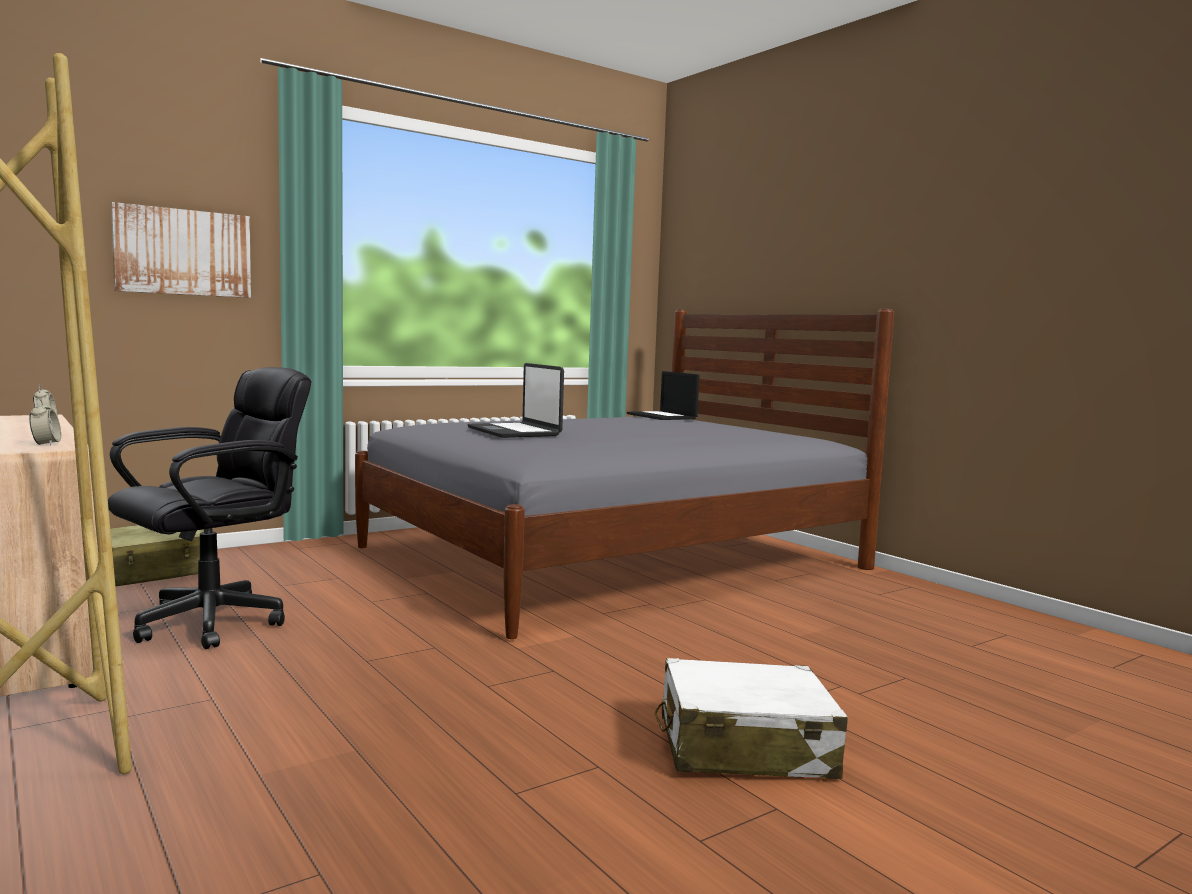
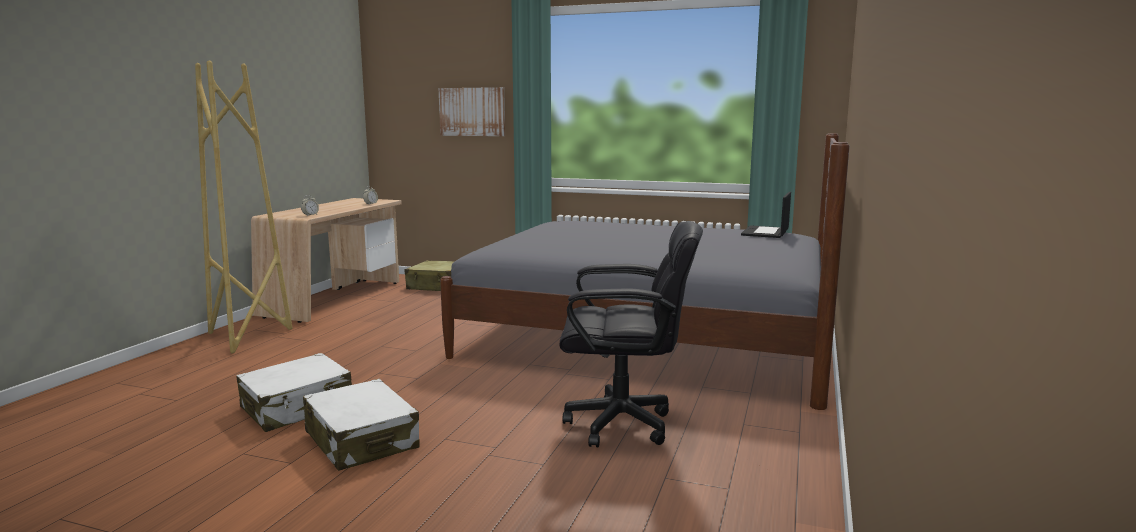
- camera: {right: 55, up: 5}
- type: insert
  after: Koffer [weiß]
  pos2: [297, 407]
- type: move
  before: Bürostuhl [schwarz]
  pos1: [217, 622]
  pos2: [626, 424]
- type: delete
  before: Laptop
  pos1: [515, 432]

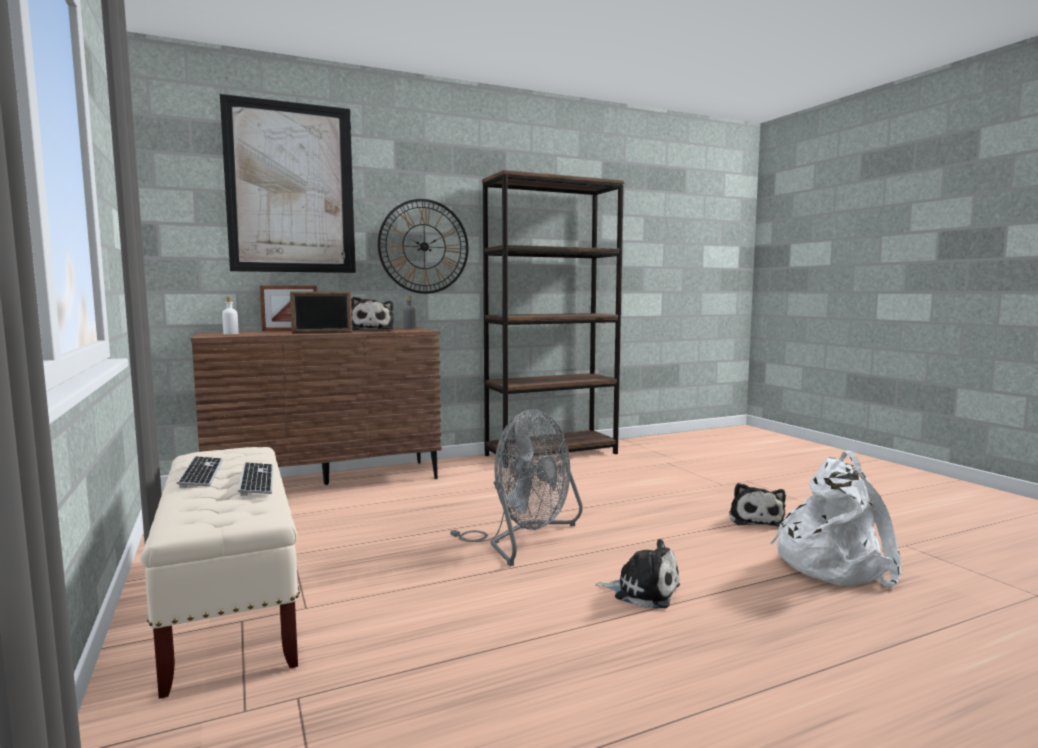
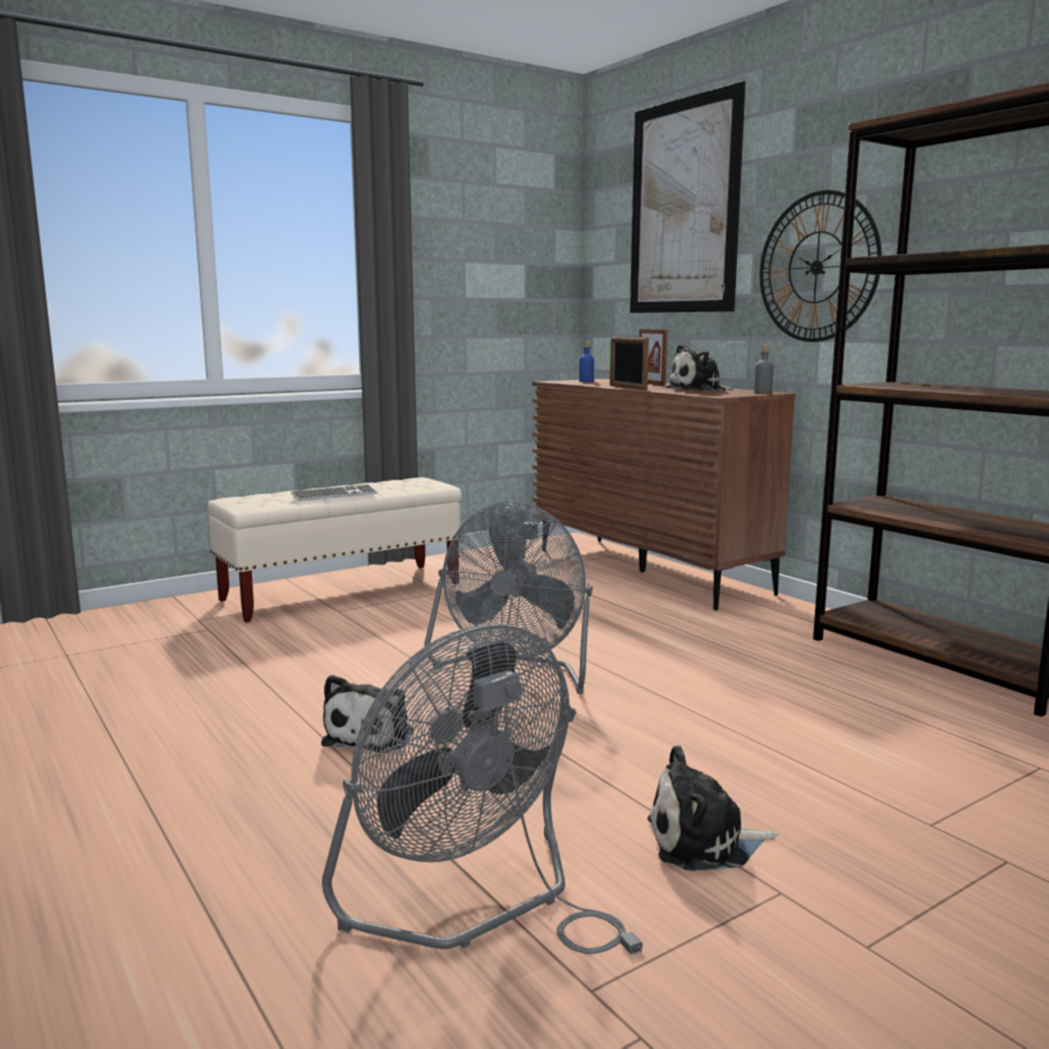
- camera: {right: 80, up: 5}
- type: replace
  before: Rucksack [weiß]
  after: Ventilator [grau]
  pos1: [832, 564]
  pos2: [493, 900]
- type: recolor
  before: Flasche [weiß]
  after: Flasche [blau]
  pos1: [231, 334]
  pos2: [586, 381]
- type: delete
  before: Tastatur
  pos1: [201, 473]

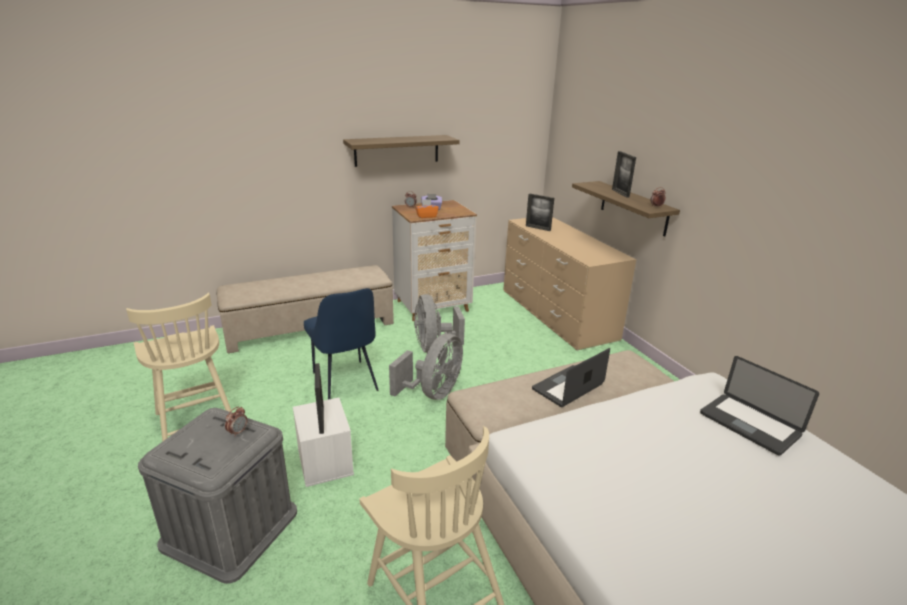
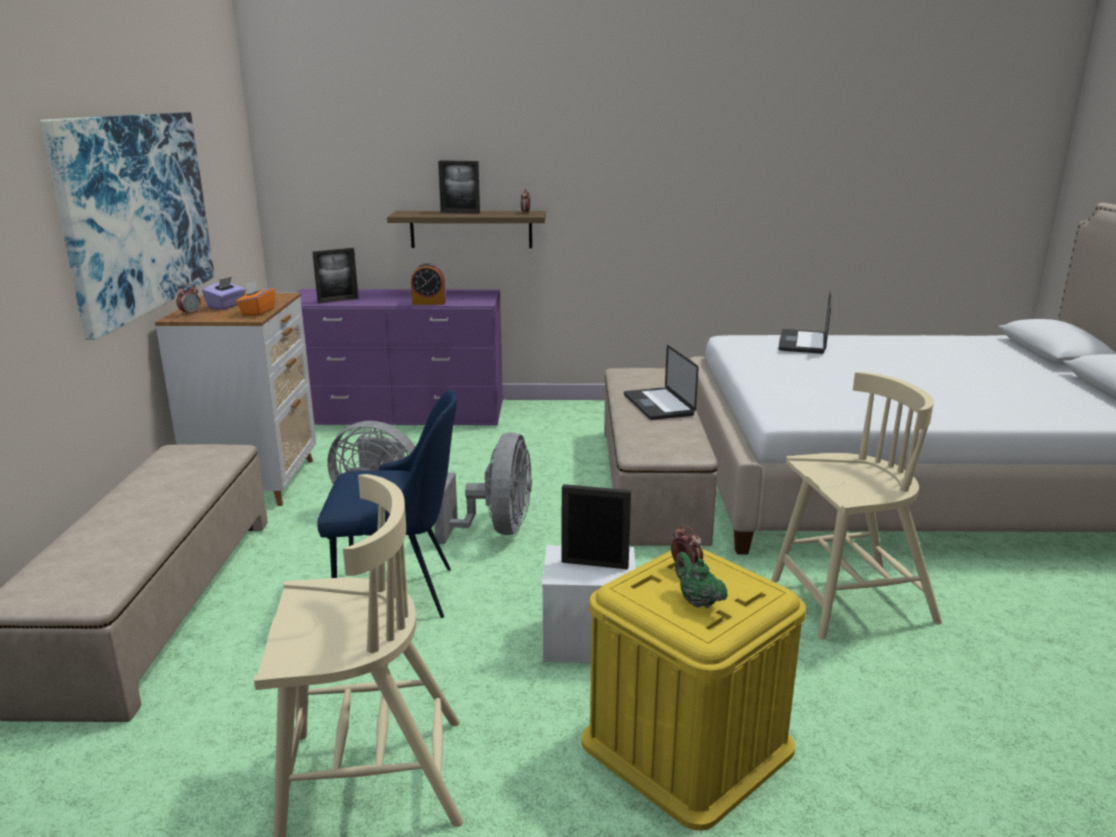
- camera: {right: -65, up: -5}
- type: replace
  before: Wandregal
  after: Bild
  pos1: [397, 150]
  pos2: [138, 213]
- type: recolor
  before: Kommode [beige]
  after: Kommode [lila]
  pos1: [557, 315]
  pos2: [402, 413]
- type: insert
  after: Wecker
  pos2: [429, 303]
- type: rotate
  before: Ventilator [grau]
  pos1: [433, 393]
  pos2: [496, 529]
  turn: 45
- type: recolor
  before: Aufbewahrungsbox [grau]
  after: Aufbewahrungsbox [gelb]
  pos1: [230, 527]
  pos2: [687, 745]
- type: insert
  after: Teekanne [grün]
  pos2: [697, 601]
- type: rotate
  before: Laptop
  pos1: [749, 424]
  pos2: [802, 343]
  turn: 120

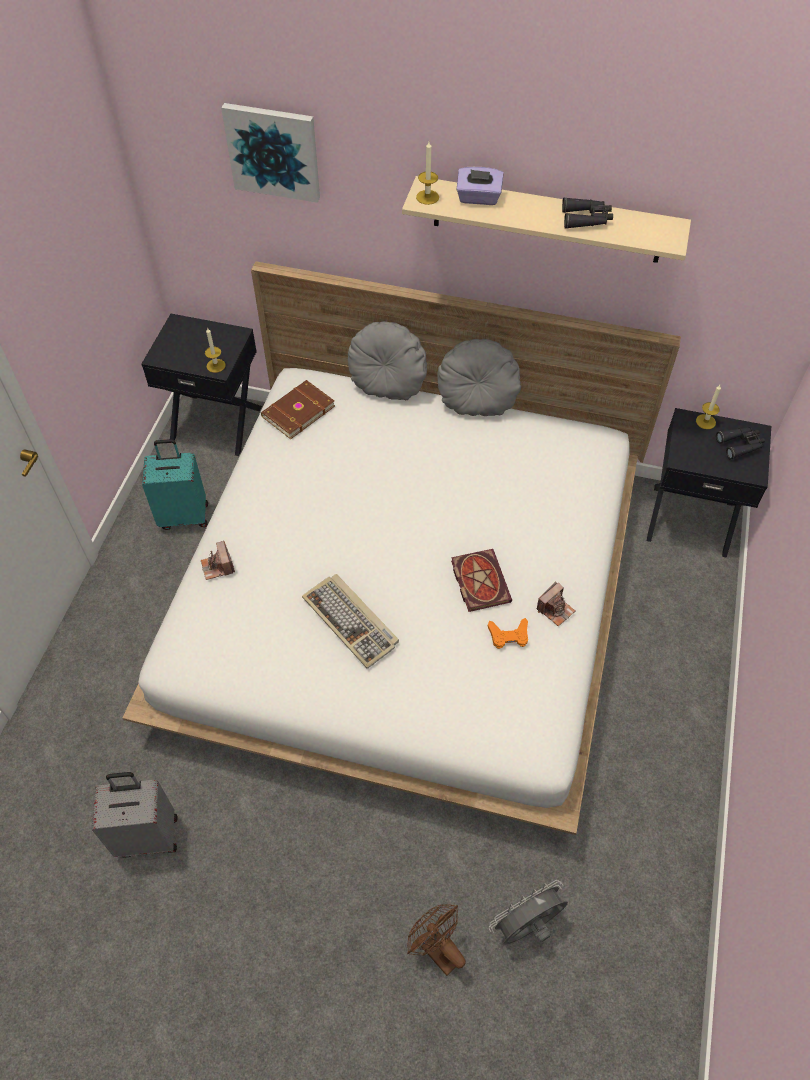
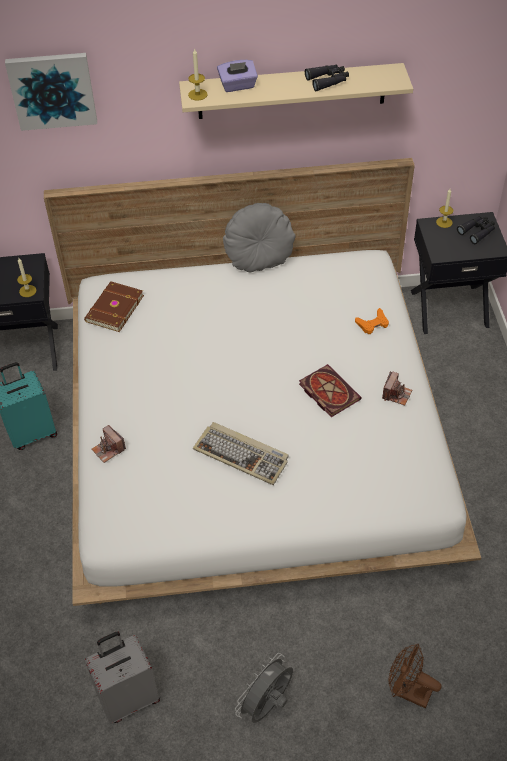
- camera: {right: -20, up: -5}
- type: move
  before: Ventilator [grau]
  pos1: [526, 926]
  pos2: [267, 705]
- type: move
  before: Gamepad [orange]
  pos1: [509, 636]
  pos2: [372, 324]
- type: delete
  before: Kissen [grau]
  pos1: [388, 387]

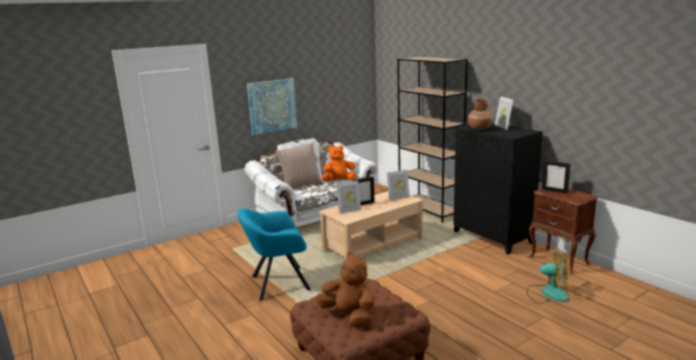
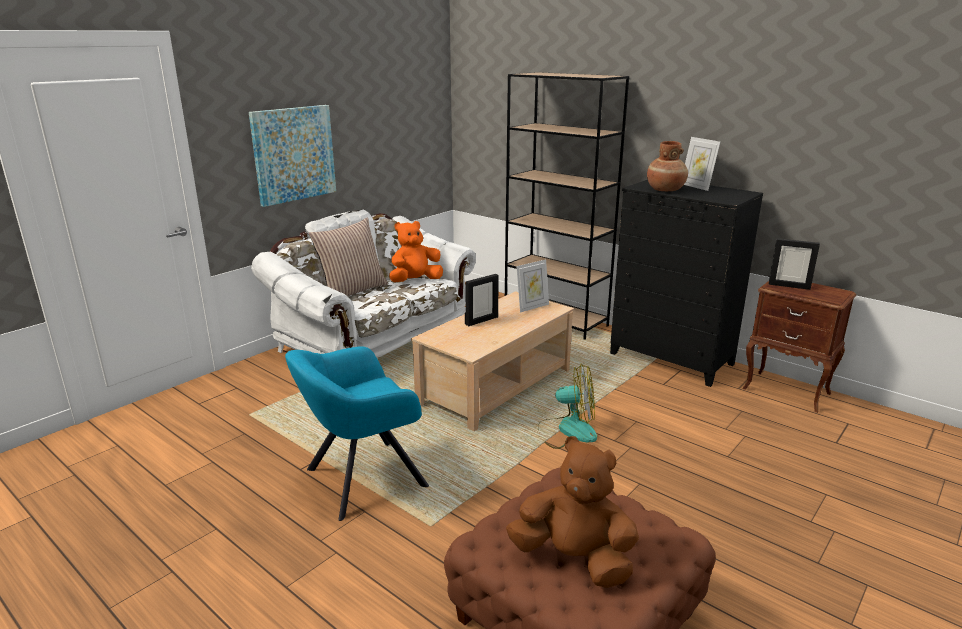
- camera: {right: -15, up: 5}
- type: move
  before: Ventilator
  pos1: [547, 293]
  pos2: [567, 430]
- type: delete
  before: Bilderrahmen
  pos1: [349, 210]

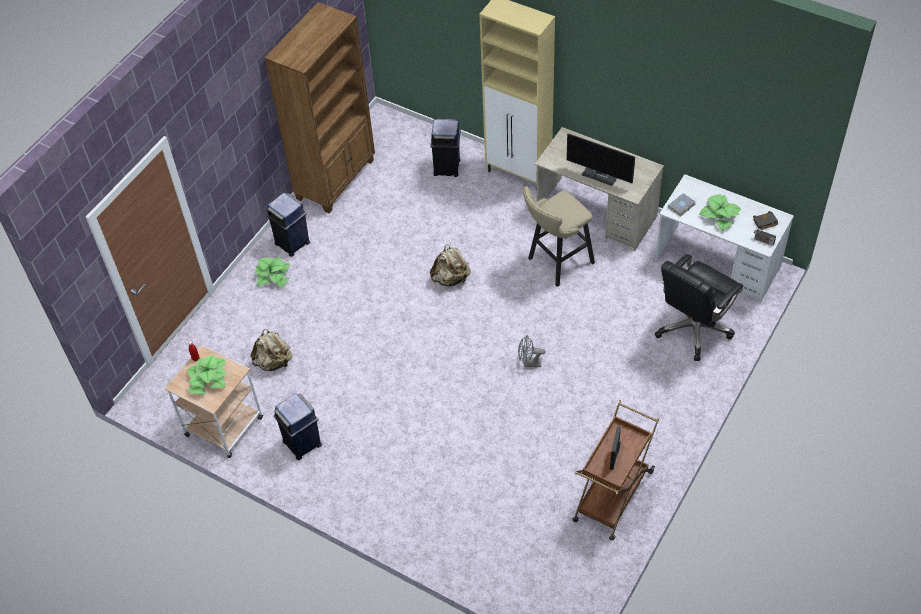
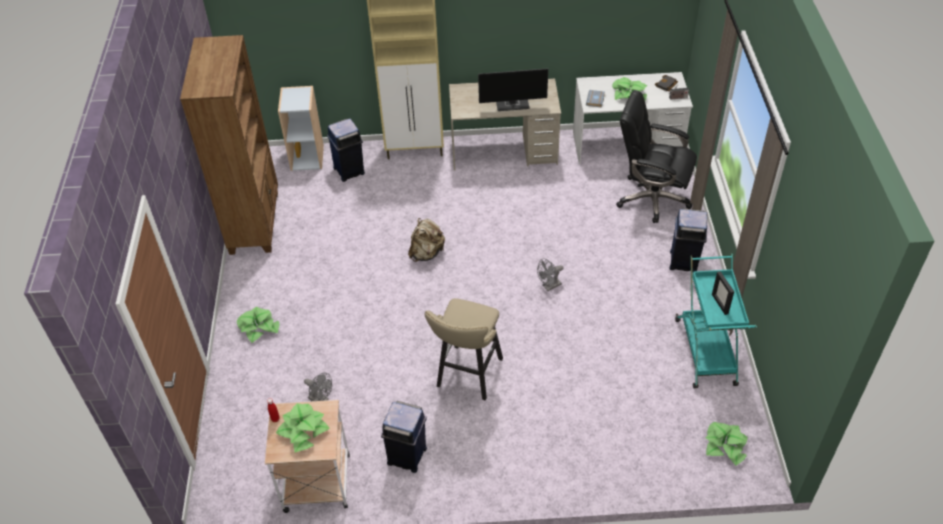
- camera: {right: -35, up: -5}
- type: insert
  after: Bücherregal
  pos2: [307, 157]
- type: replace
  before: Rucksack [beige]
  after: Ventilator [grau]
  pos1: [274, 362]
  pos2: [321, 400]
- type: move
  before: Hocker [beige]
  pos1: [555, 264]
  pos2: [467, 378]
- type: rotate
  before: Bürostuhl [schwarz]
  pos1: [694, 328]
  pos2: [651, 198]
  turn: 105
- type: move
  before: Mülleimer [blau]
  pos1: [293, 243]
  pos2: [684, 261]
- type: recolor
  before: Rollwagen [braun]
  after: Rollwagen [türkis]
  pos1: [612, 497]
  pos2: [705, 353]
- type: insert
  after: Topfpflanze
  pos2: [725, 445]

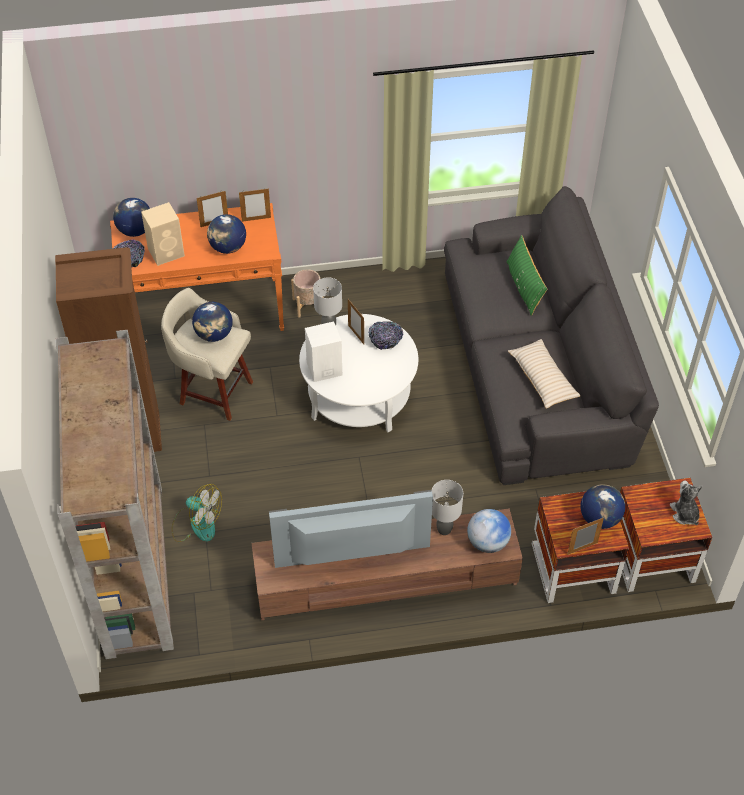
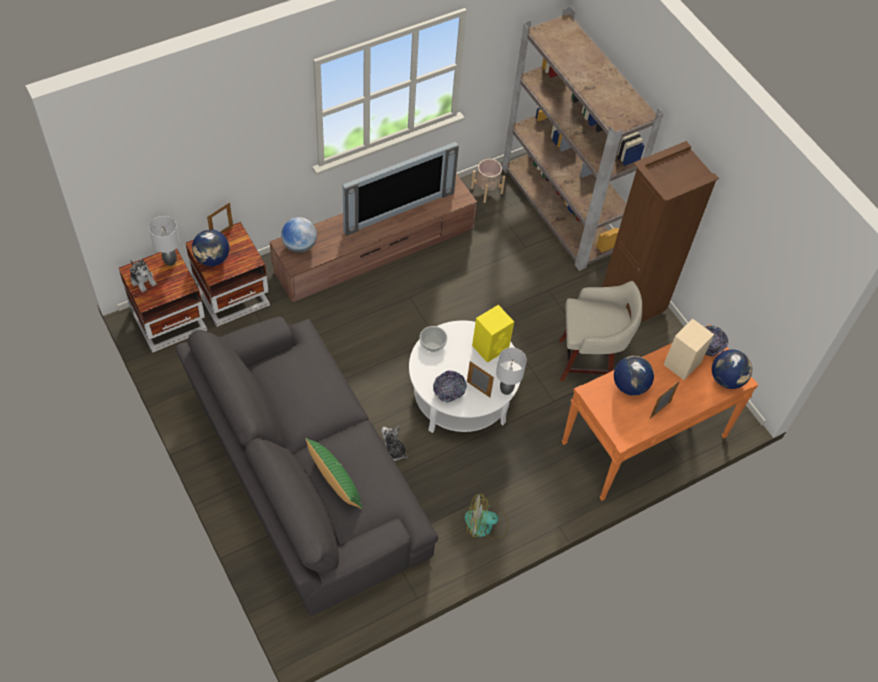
- camera: {right: 155, up: 5}
- type: move
  before: Tischlampe [grau]
  pos1: [444, 530]
  pos2: [170, 261]
- type: insert
  after: Plüschtier
  pos2: [393, 451]
- type: insert
  after: Schüssel
  pos2: [433, 342]
- type: move
  before: Ventilator
  pos1: [196, 524]
  pos2: [485, 524]
- type: move
  before: Pflanzkübel [beige]
  pos1: [308, 305]
  pos2: [487, 190]
- type: recolor
  before: Lautsprecher [weiß]
  after: Lautsprecher [gelb]
  pos1: [323, 369]
  pos2: [491, 347]
- type: delete
  before: Globus
  pos1: [214, 335]
- type: delete
  before: Bilderrahmen
  pos1: [256, 219]
- type: delete
  before: Kissen [beige]
  pos1: [542, 379]

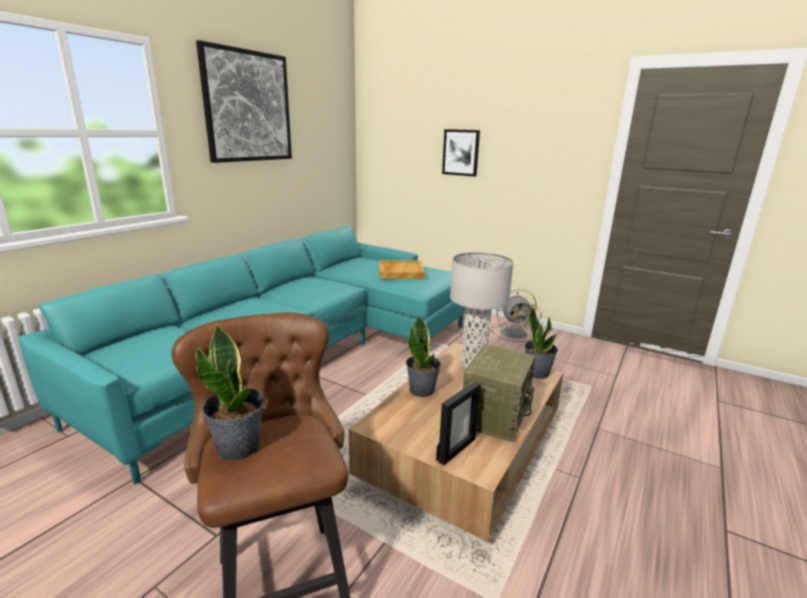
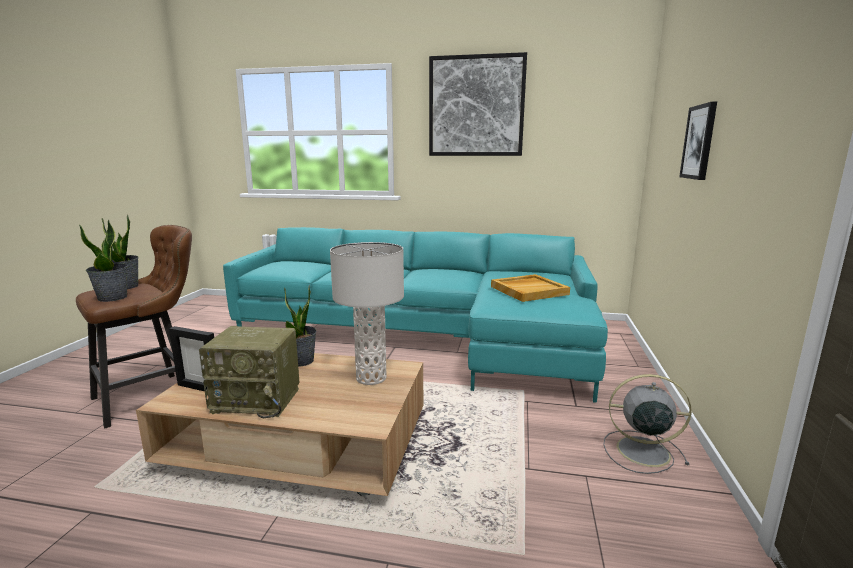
- camera: {right: 70, up: -5}
- type: move
  before: Topfpflanze
  pos1: [537, 373]
  pos2: [113, 298]
- type: rotate
  before: Ventilator [grau]
  pos1: [515, 333]
  pos2: [640, 451]
  turn: 135

